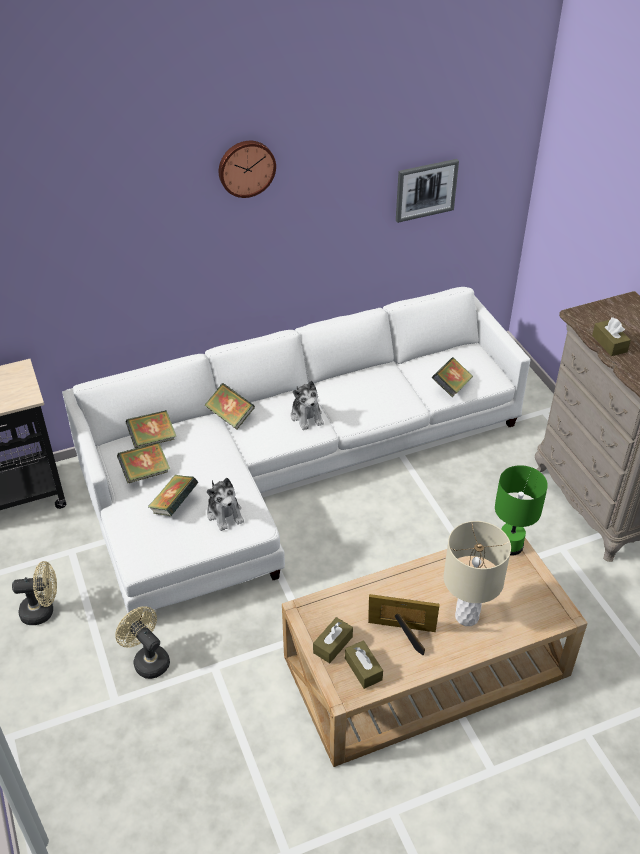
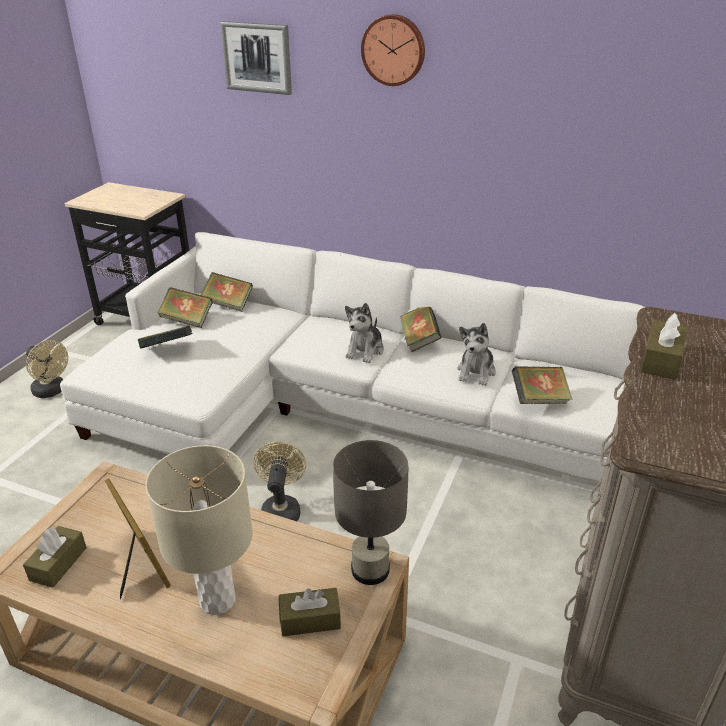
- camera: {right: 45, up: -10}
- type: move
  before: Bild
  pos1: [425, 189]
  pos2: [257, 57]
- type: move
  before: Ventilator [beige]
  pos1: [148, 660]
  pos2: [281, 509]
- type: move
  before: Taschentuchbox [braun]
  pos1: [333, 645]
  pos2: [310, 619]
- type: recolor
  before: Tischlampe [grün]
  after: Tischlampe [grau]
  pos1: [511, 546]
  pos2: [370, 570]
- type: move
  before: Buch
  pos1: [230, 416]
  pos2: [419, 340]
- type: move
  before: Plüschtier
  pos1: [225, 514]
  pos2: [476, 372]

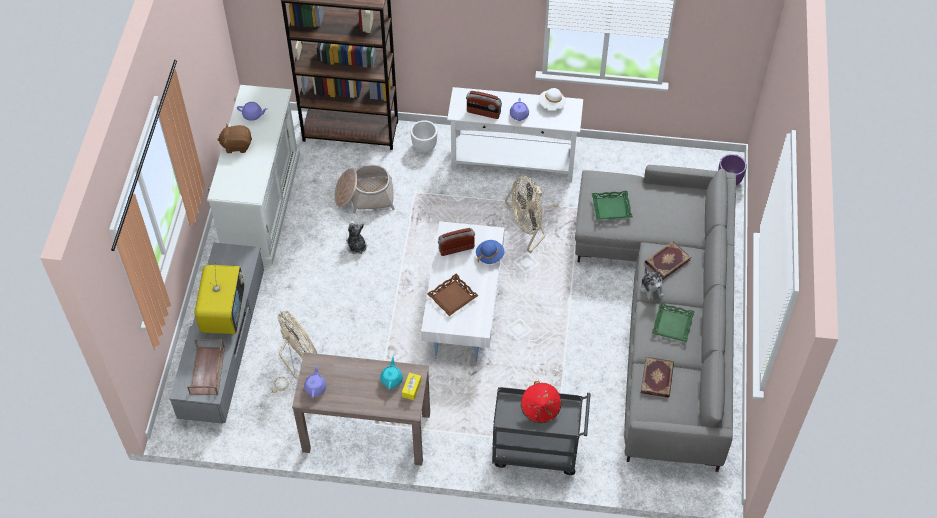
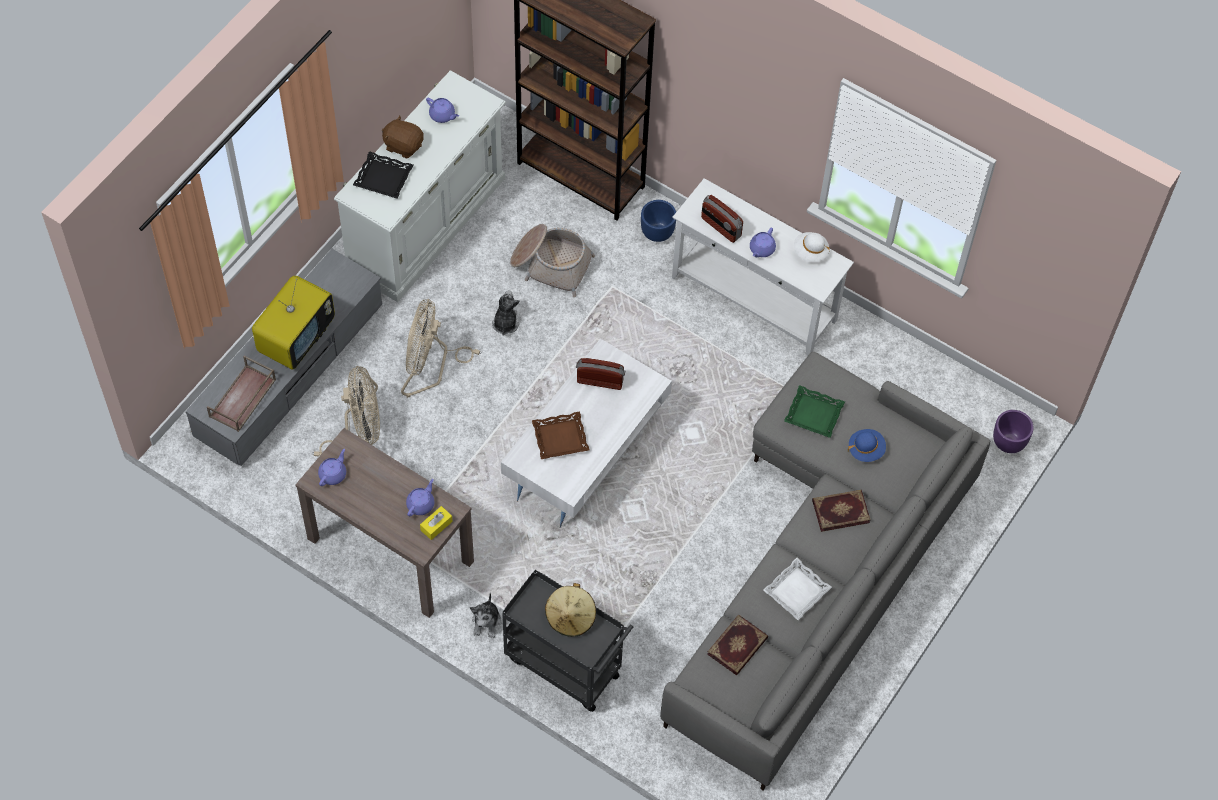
- camera: {right: 25, up: 5}
- type: insert
  after: Tablett [schwarz]
  pos2: [383, 179]
- type: move
  before: Ventilator [beige]
  pos1: [530, 224]
  pos2: [432, 362]
- type: recolor
  before: Teekanne [türkis]
  after: Teekanne [lila]
  pos1: [391, 379]
  pos2: [421, 504]
- type: move
  before: Plüschtier
  pos1: [651, 289]
  pos2: [486, 622]
- type: recolor
  before: Hut [rot]
  after: Hut [beige]
  pos1: [540, 409]
  pos2: [570, 617]
- type: recolor
  before: Pflanzkübel [weiß]
  after: Pflanzkübel [blau]
  pos1: [424, 146]
  pos2: [657, 233]
- type: recolor
  before: Tablett [grün]
  after: Tablett [weiß]
  pos1: [672, 324]
  pos2: [796, 591]
- type: move
  before: Hut [blau]
  pos1: [489, 256]
  pos2: [866, 449]

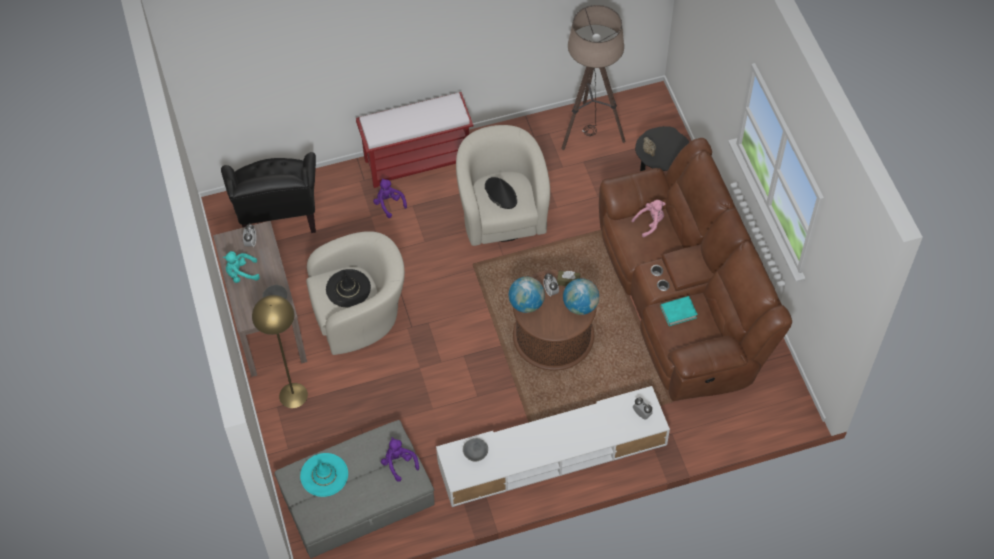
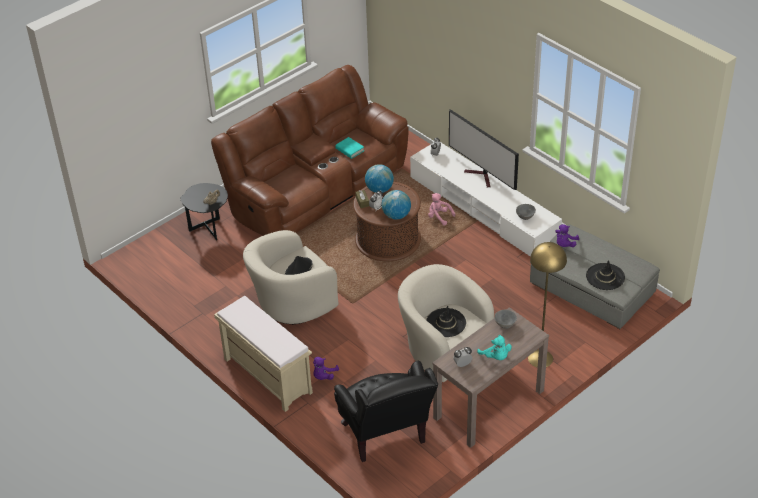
- camera: {right: -115, up: -15}
- type: recolor
  before: Bank [rot]
  after: Bank [beige]
  pos1: [418, 160]
  pos2: [266, 375]
- type: rotate
  before: Sessel [schwarz]
  pos1: [280, 223]
  pos2: [387, 440]
  turn: 105
- type: move
  before: Plüschtier [rosa]
  pos1: [650, 223]
  pos2: [439, 217]
- type: insert
  after: Fernseher
  pos2: [482, 176]
- type: recolor
  before: Hut [türkis]
  after: Hut [schwarz]
  pos1: [324, 475]
  pos2: [605, 277]
- type: delete
  before: Stehlampe
  pos1: [590, 131]

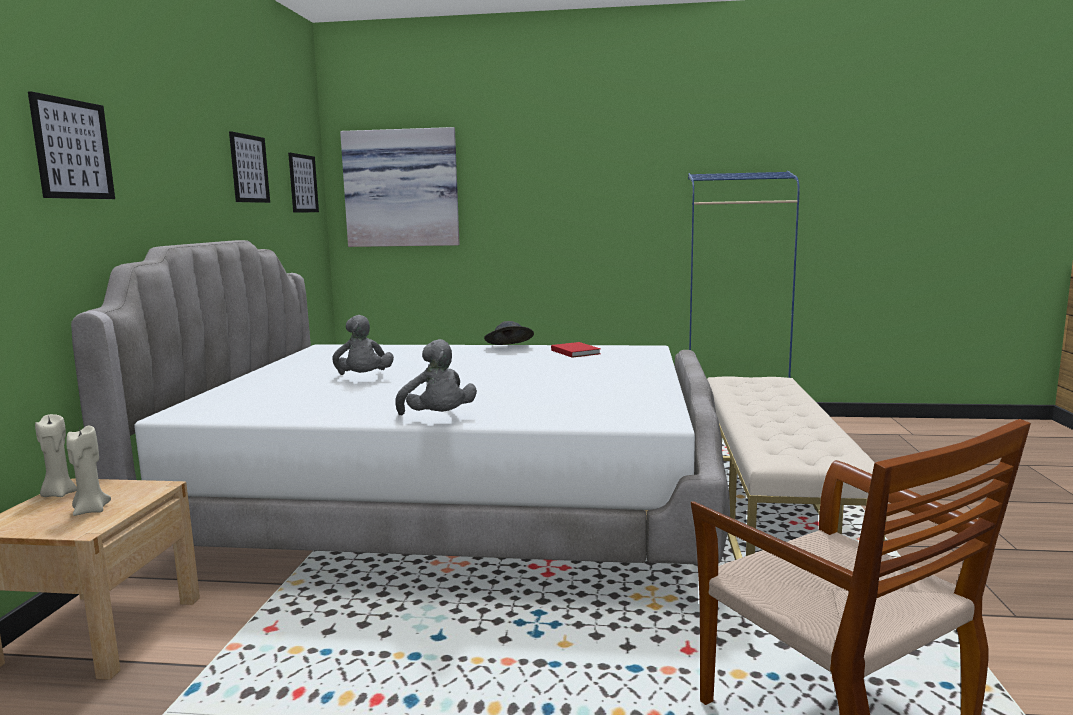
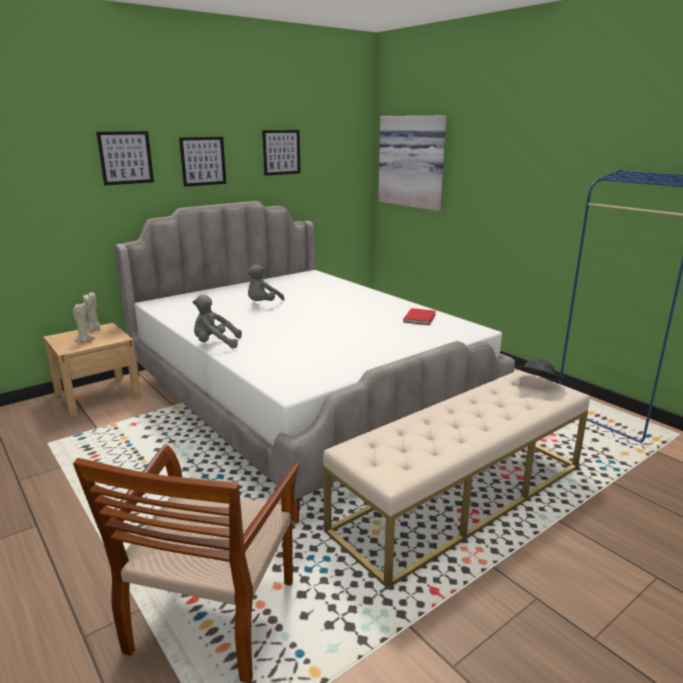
- camera: {right: 45, up: 10}
- type: move
  before: Bild
  pos1: [303, 183]
  pos2: [203, 161]
- type: rotate
  before: Plüschtier [grau]
  pos1: [438, 419]
  pos2: [215, 344]
  turn: 75
- type: move
  before: Hut [grau]
  pos1: [509, 348]
  pos2: [536, 383]

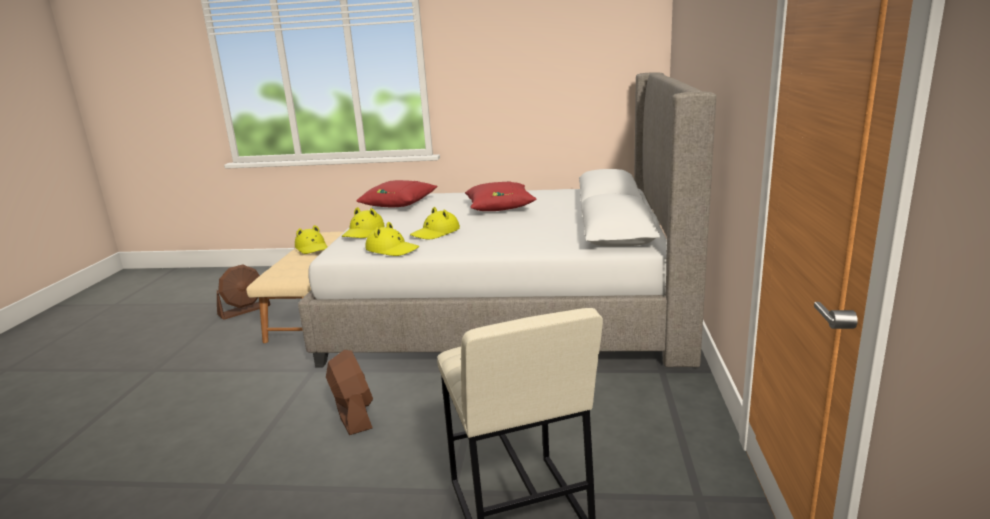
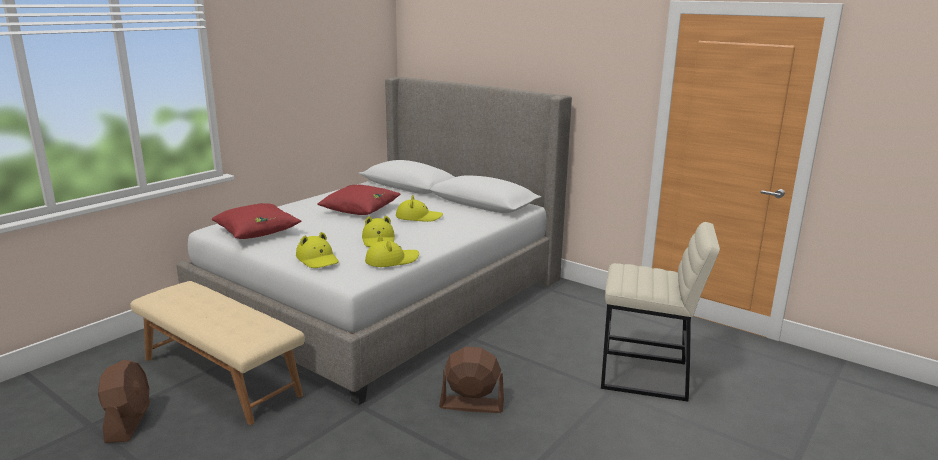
- camera: {right: -60, up: 0}
- type: move
  before: Hut [gelb]
  pos1: [312, 248]
  pos2: [418, 217]

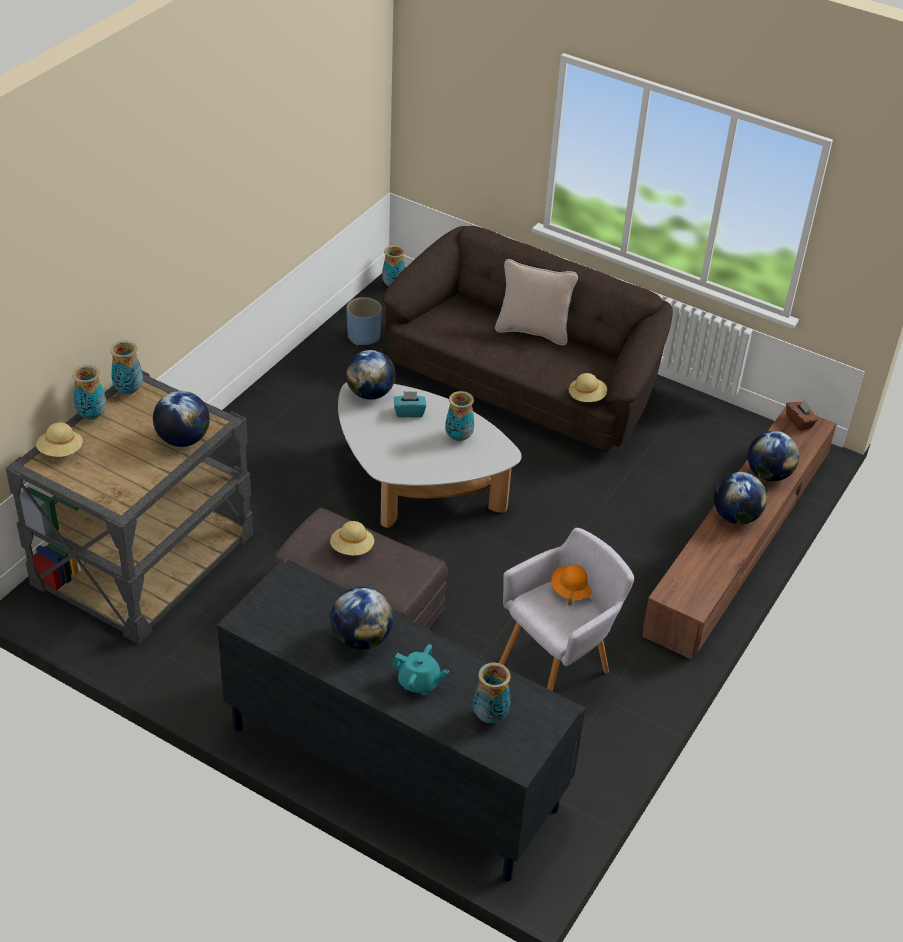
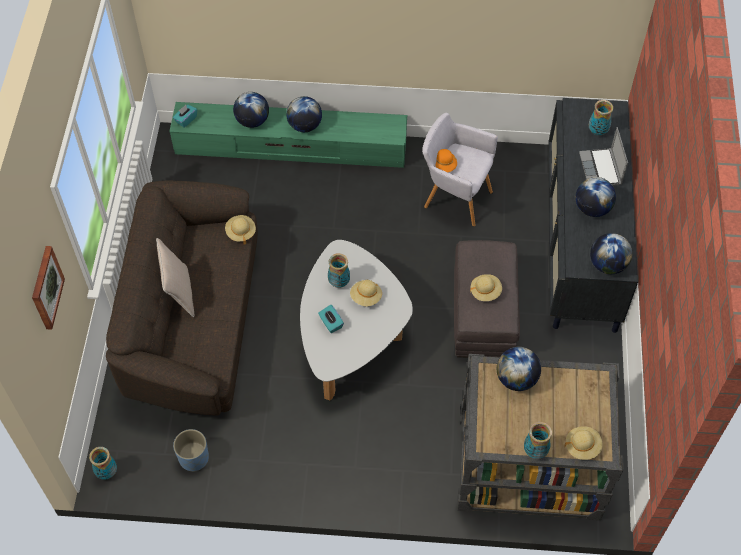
- camera: {right: -115, up: 15}
- type: insert
  after: Bild
  pos2: [46, 287]
- type: recolor
  before: Fernsehschrank [braun]
  after: Fernsehschrank [grün]
  pos1: [739, 543]
  pos2: [291, 146]
- type: recolor
  before: Taschentuchbox [braun]
  after: Taschentuchbox [türkis]
  pos1: [799, 422]
  pos2: [186, 120]
- type: insert
  after: Hut [beige]
  pos2: [366, 297]
- type: replace
  before: Teekanne [türkis]
  after: Laptop
  pos1: [419, 683]
  pos2: [601, 169]
- type: move
  before: Globus
  pos1: [370, 393]
  pos2: [607, 265]
- type: delete
  before: Vase
  pos1: [129, 390]

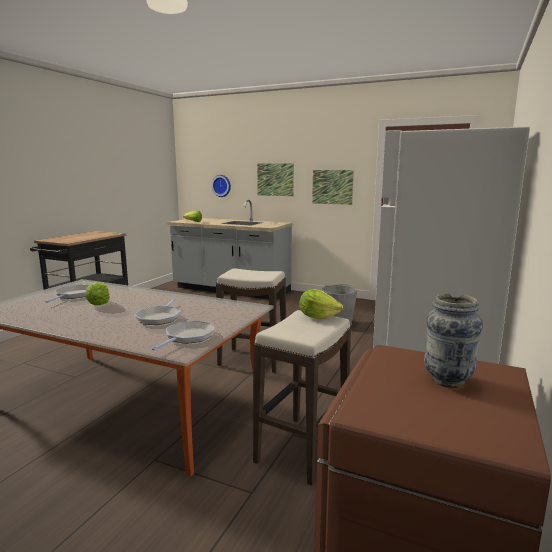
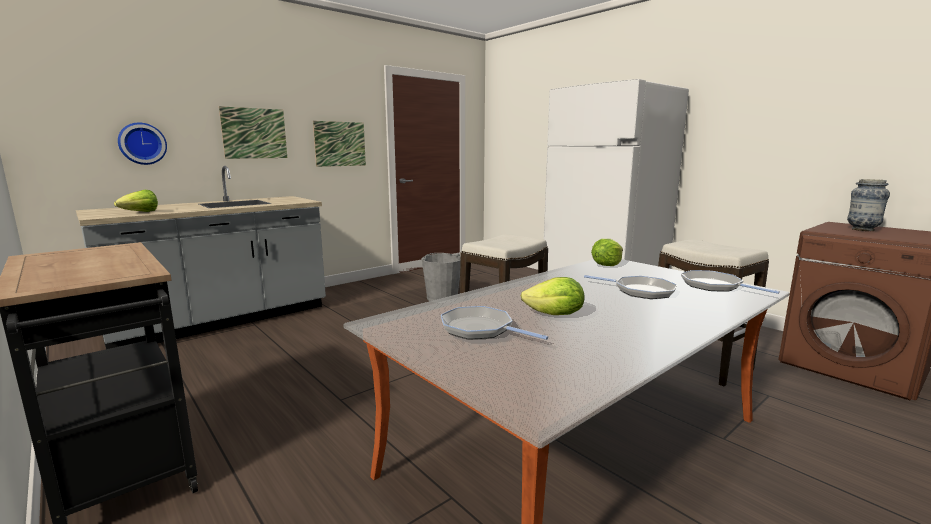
- camera: {right: -65, up: 0}
- type: move
  before: Salatkopf
  pos1: [318, 317]
  pos2: [606, 265]

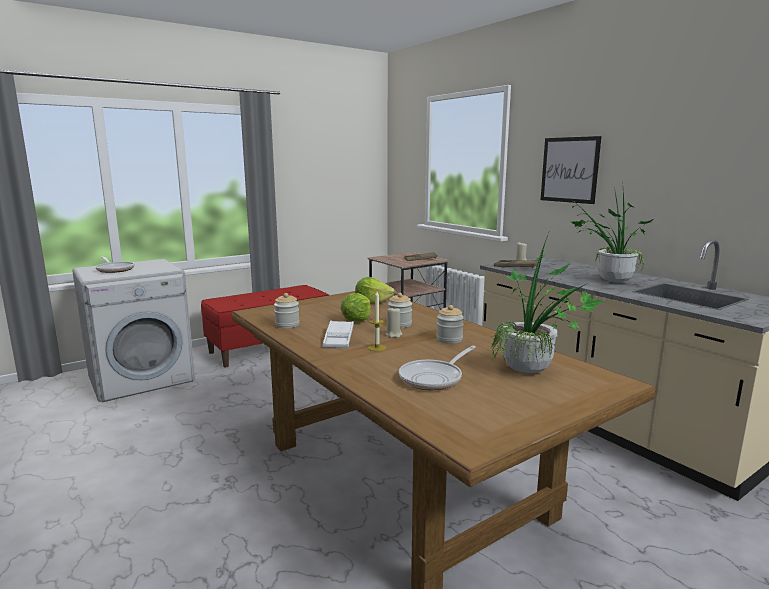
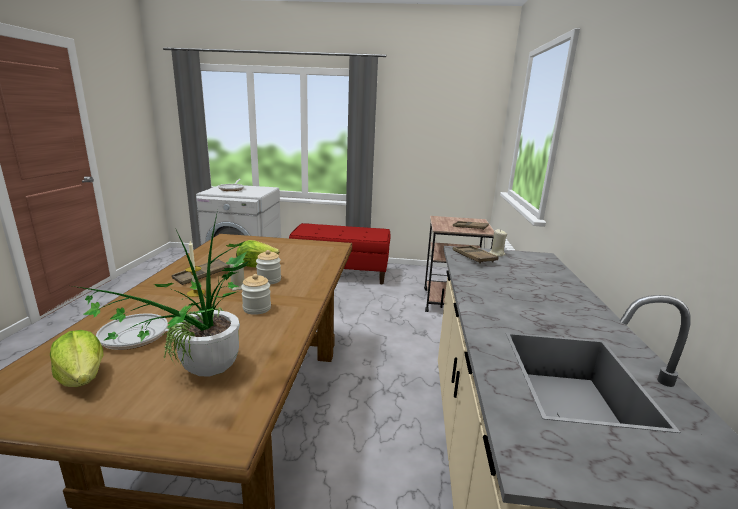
- camera: {right: 40, up: 5}
- type: move
  before: Salatkopf
  pos1: [372, 302]
  pos2: [82, 377]
- type: recolor
  before: Tablett [weiß]
  after: Tablett [braun]
  pos1: [339, 338]
  pos2: [201, 275]
- type: delete
  before: Vorratsglas
  pos1: [287, 325]
- type: delete
  before: Bild
  pos1: [569, 170]
- type: delete
  before: Topfpflanze
  pos1: [607, 280]

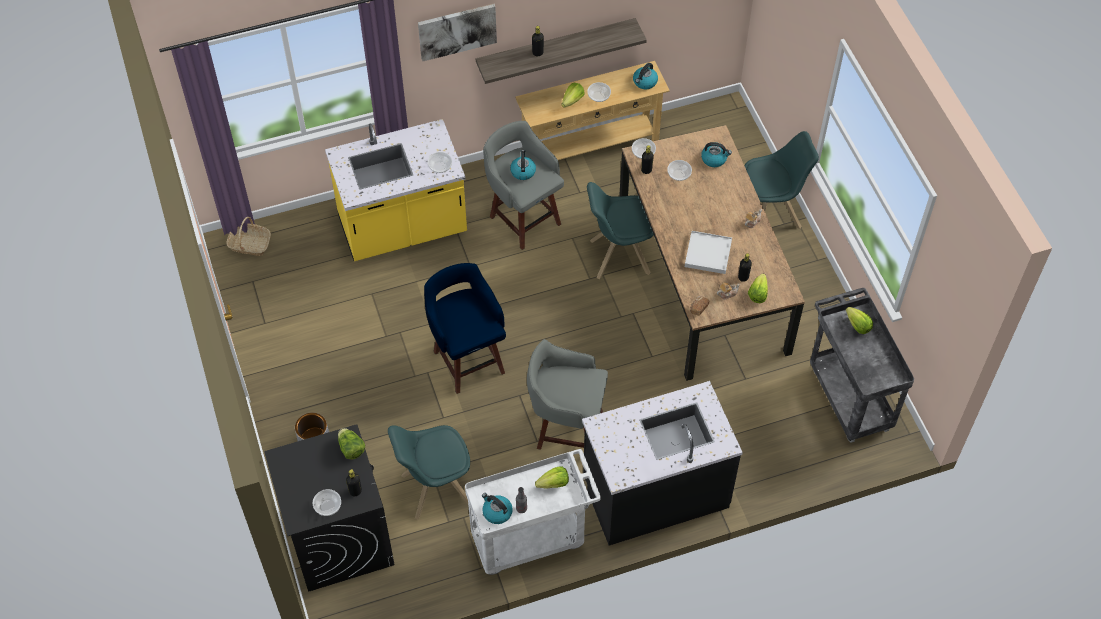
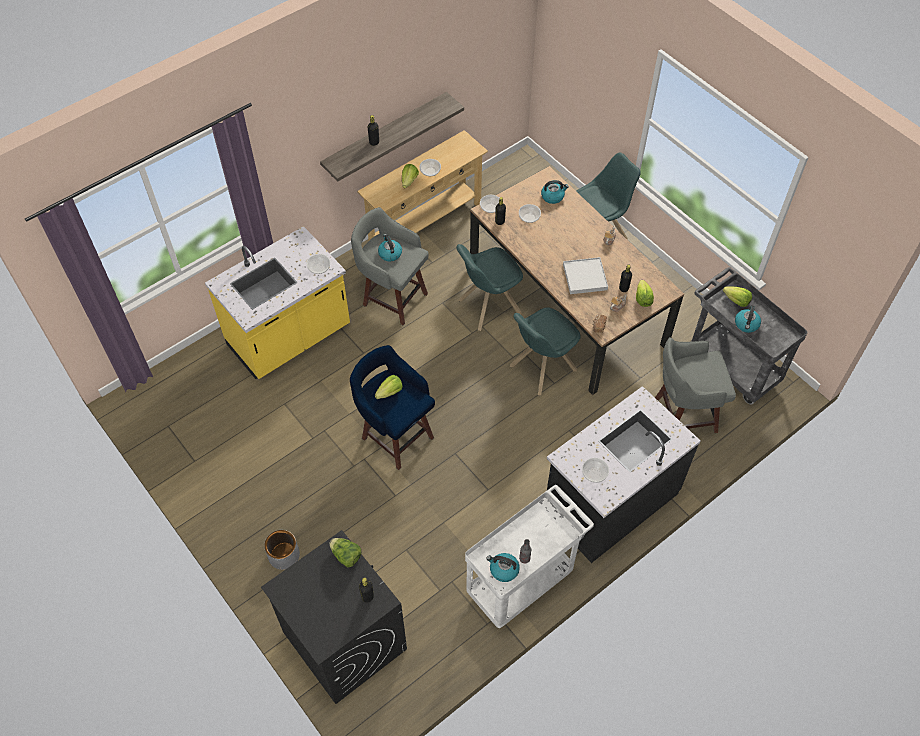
- camera: {right: -20, up: 0}
- type: move
  before: Salatkopf
  pos1: [553, 484]
  pos2: [390, 392]
- type: move
  before: Stuhl [türkis]
  pos1: [435, 488]
  pos2: [542, 368]
- type: move
  before: Schüssel
  pos1: [327, 506]
  pos2: [594, 474]
- type: move
  before: Hocker [grau]
  pos1: [566, 429]
  pos2: [682, 415]
- type: move
  before: Wasserkessel
  pos1: [645, 82]
  pos2: [746, 324]
- type: delete
  before: Korb
  pos1: [250, 244]
- type: delete
  before: Bild
  pos1: [457, 31]

